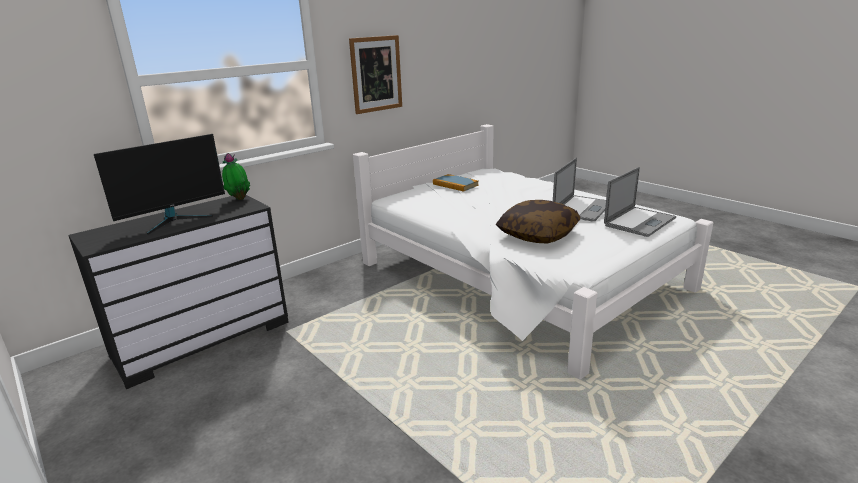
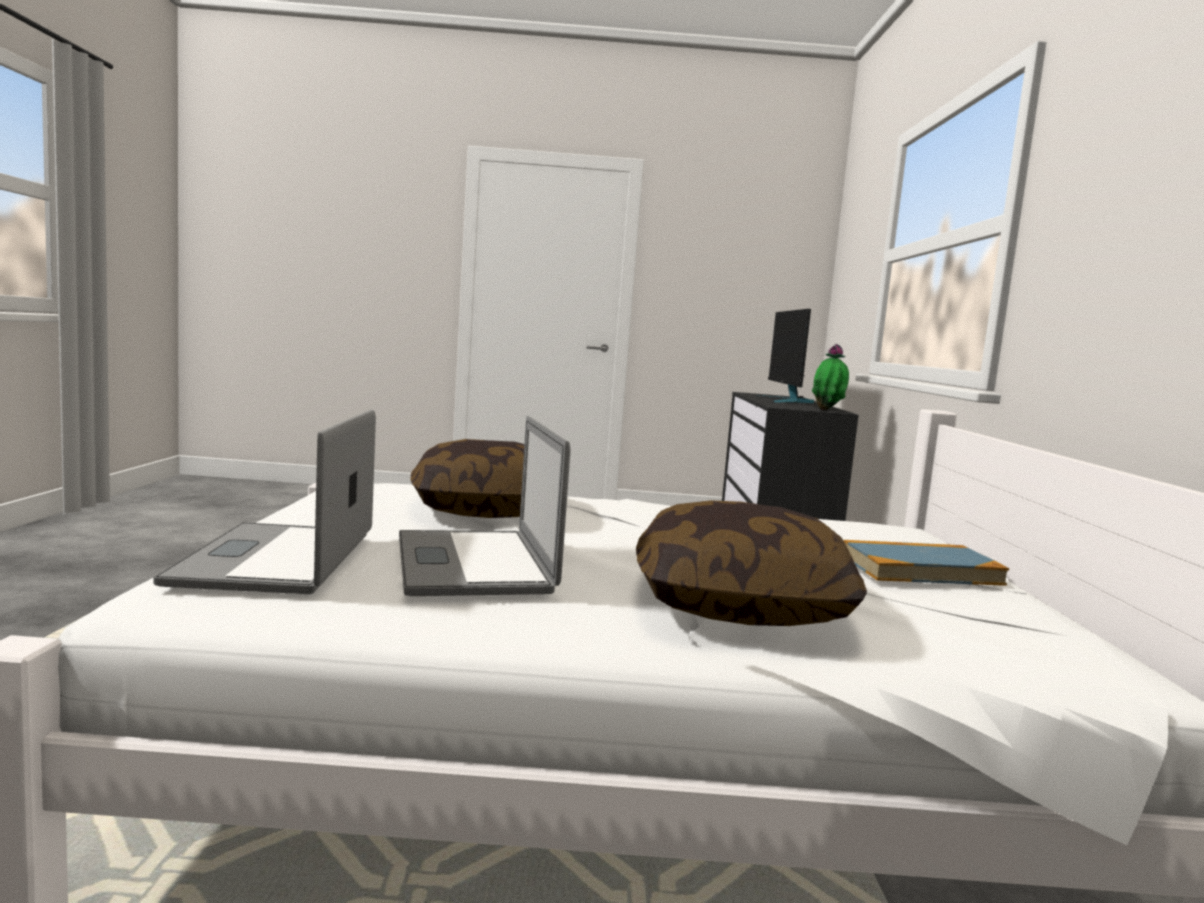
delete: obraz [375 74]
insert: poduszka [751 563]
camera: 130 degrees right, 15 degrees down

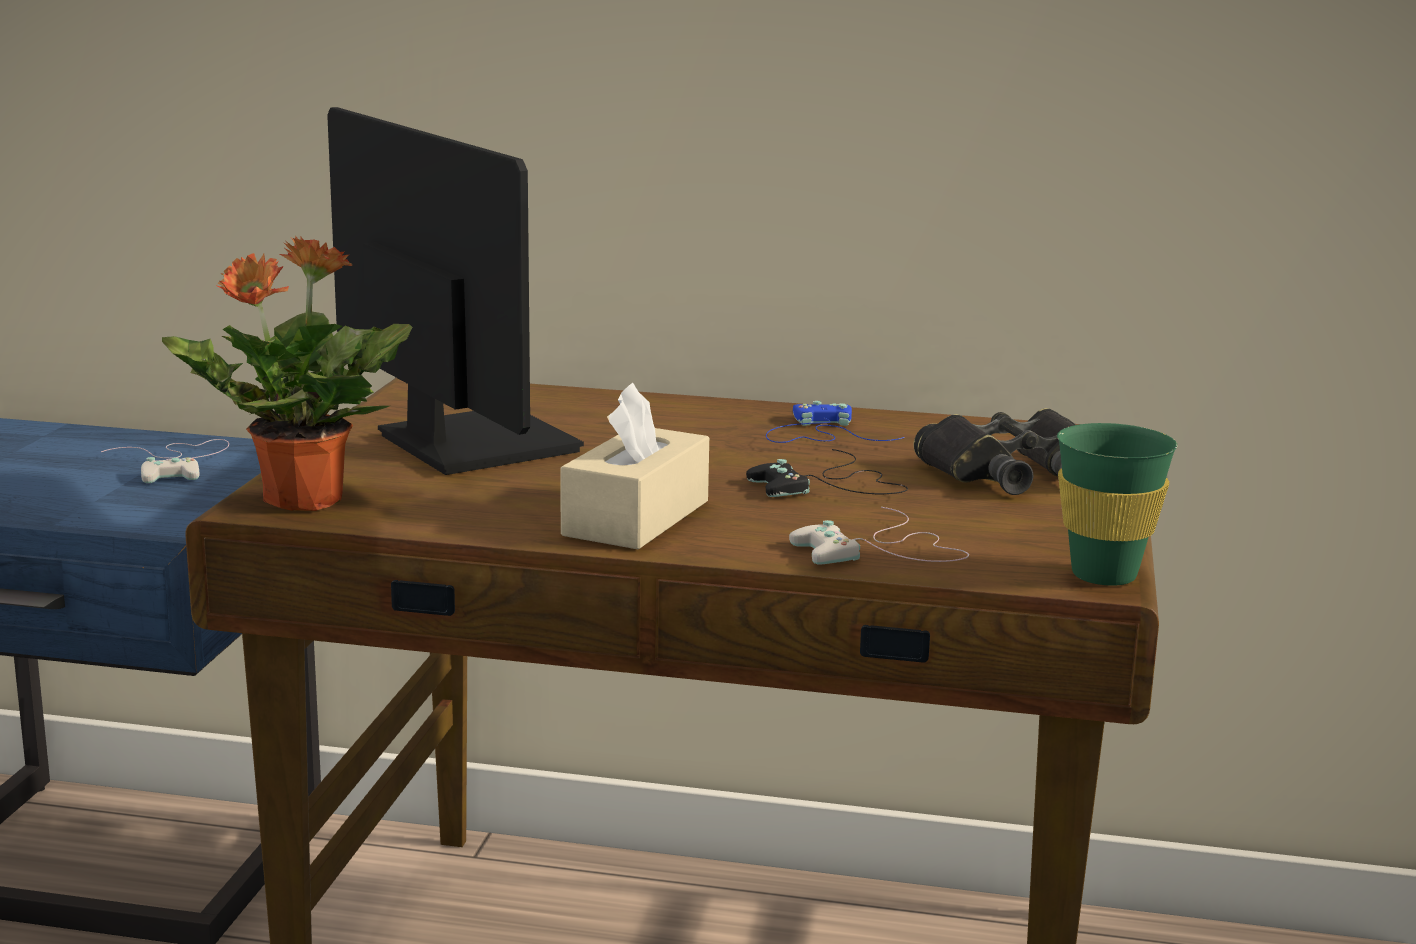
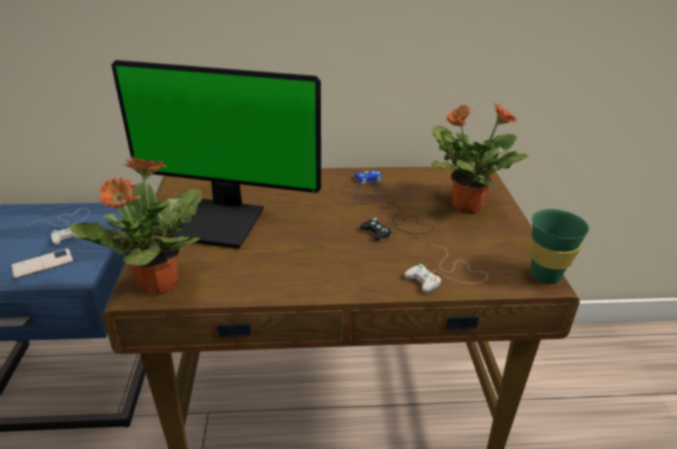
delete: pudełko chusteczek (beżowy) [634 466]
insert: telefon [42 263]
replace: lornetka (czarny) [994 451] to roślina doniczkowa [480 157]
rotate: monitor [455 291] = [216 154] 150 degrees clockwise
camera: 15 degrees left, 15 degrees up

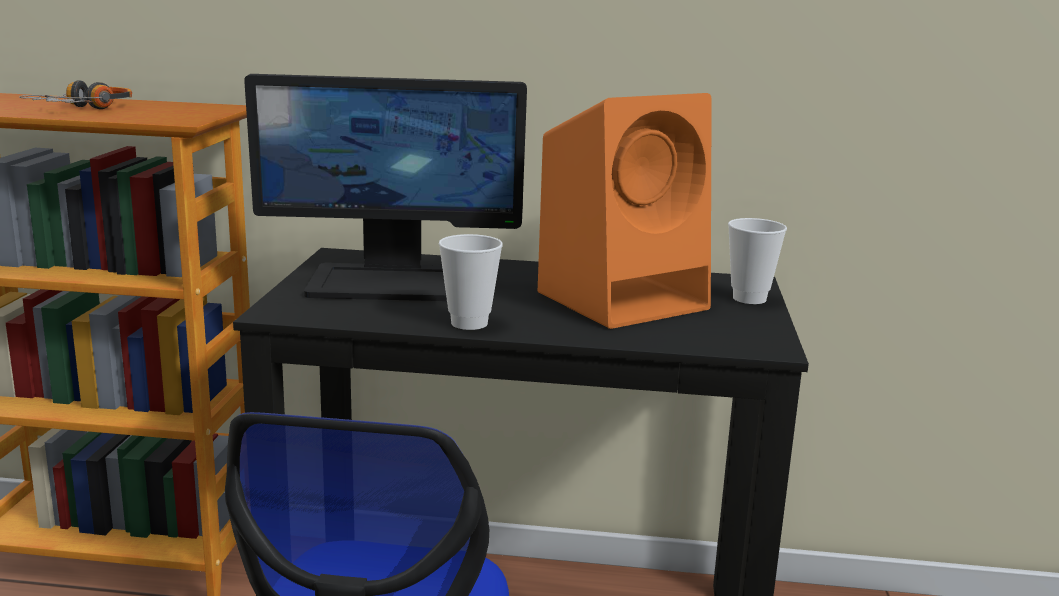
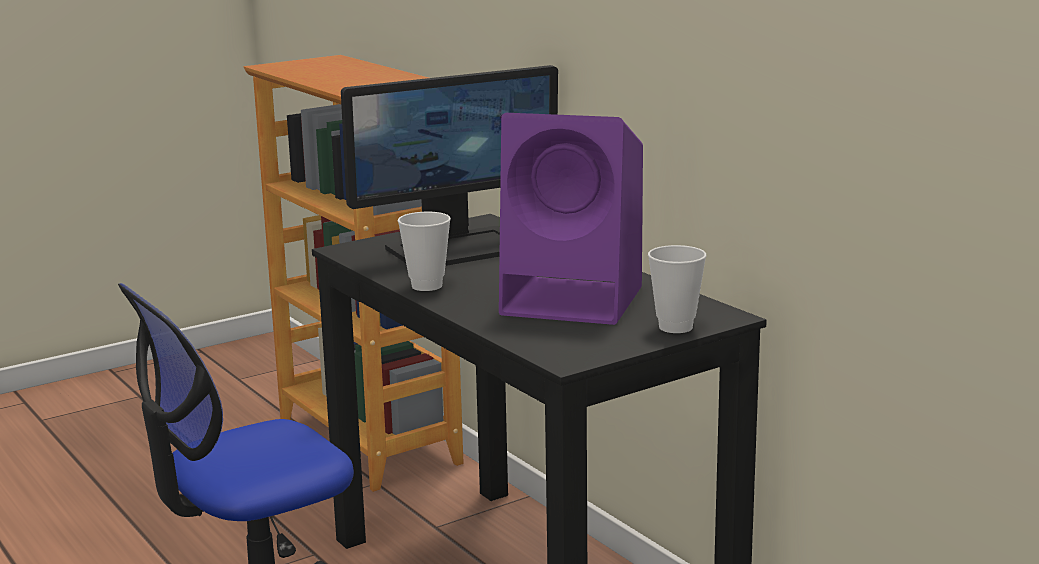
delete: słuchawki [75 94]
recolor: głośnik (pomarańczowy) [625 211] to głośnik (fioletowy) [571 219]
rotate: monitor [385 187] = [449 165] 75 degrees counterclockwise
camera: 50 degrees right, 0 degrees up

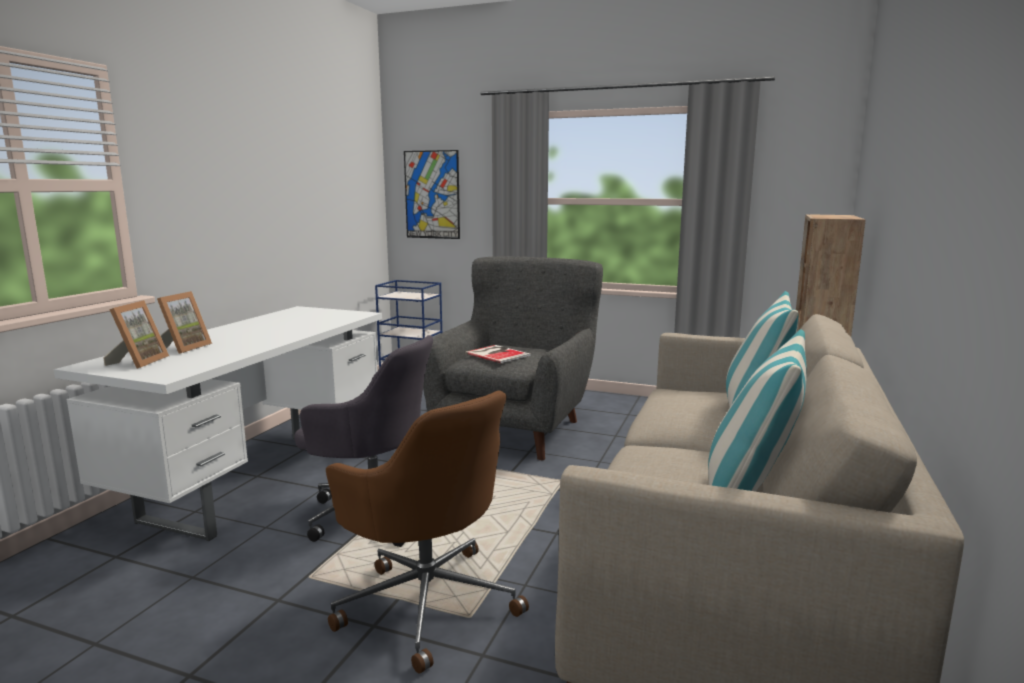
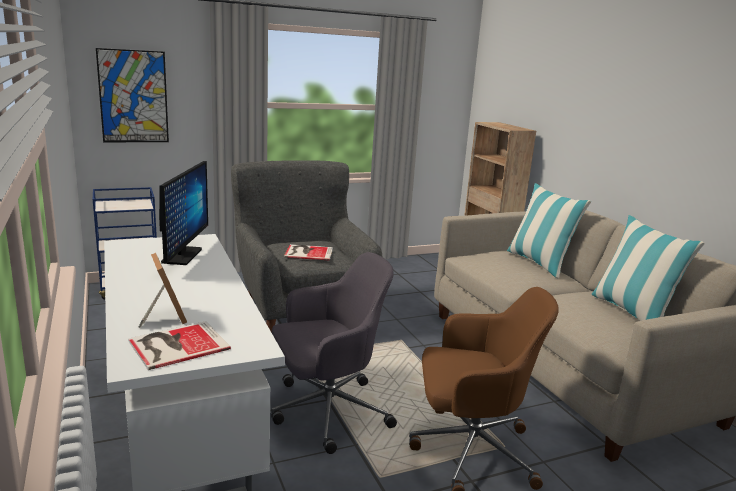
insert: monitor [183 213]
replace: ramka na zdjęcie [136 334] to książka [179 345]
camera: 45 degrees left, 5 degrees up

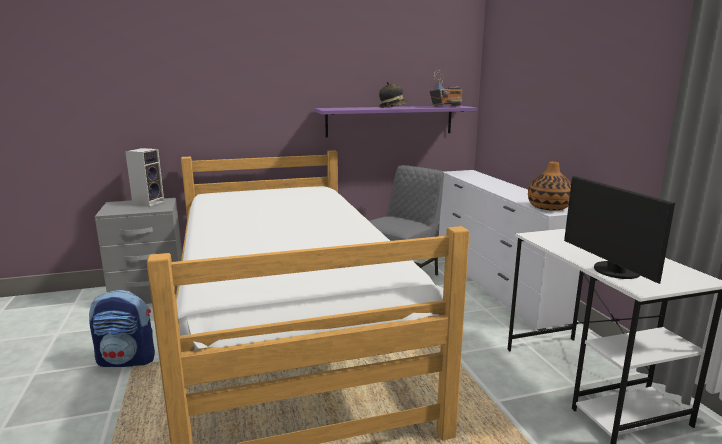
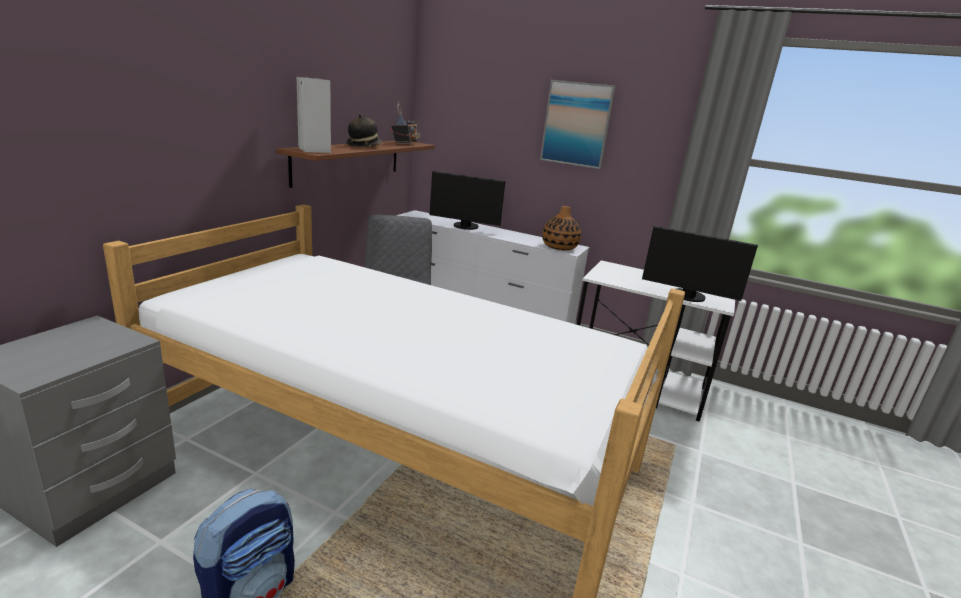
insert: monitor [467 200]; obraz [578 124]
move: głośnik [144 177] to [314 115]
recolor: półka (fioletowy) [395 121] to półka (brązowy) [356 164]
camera: 50 degrees left, 5 degrees up

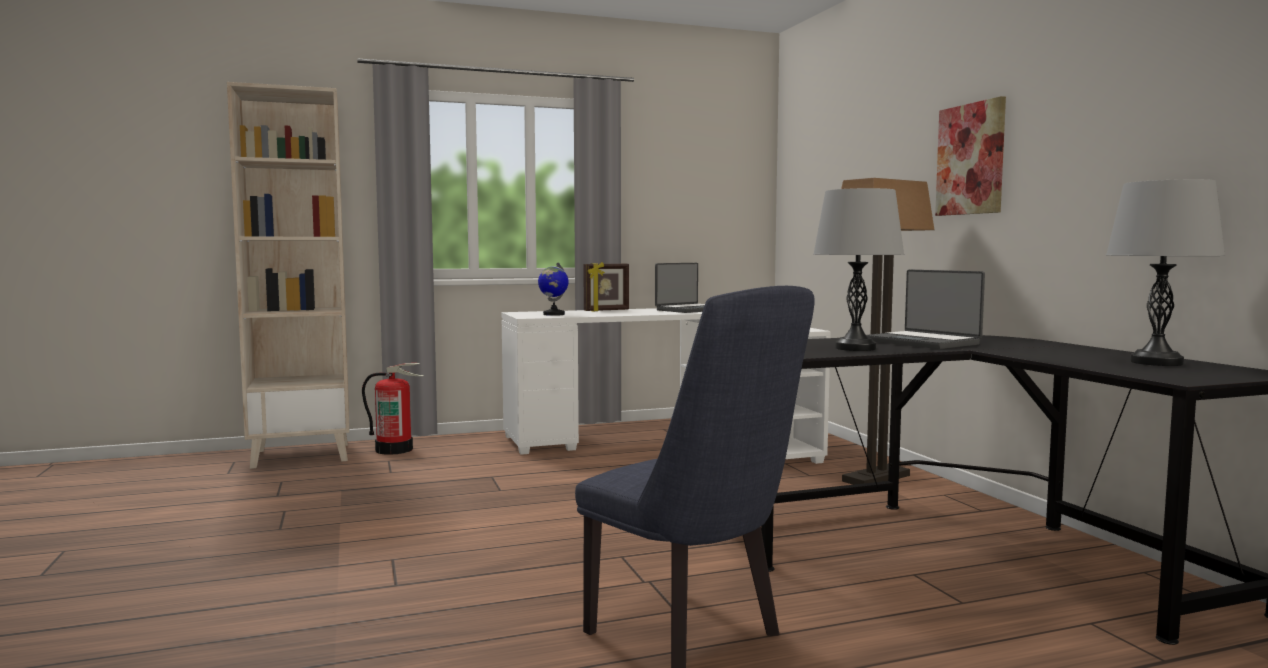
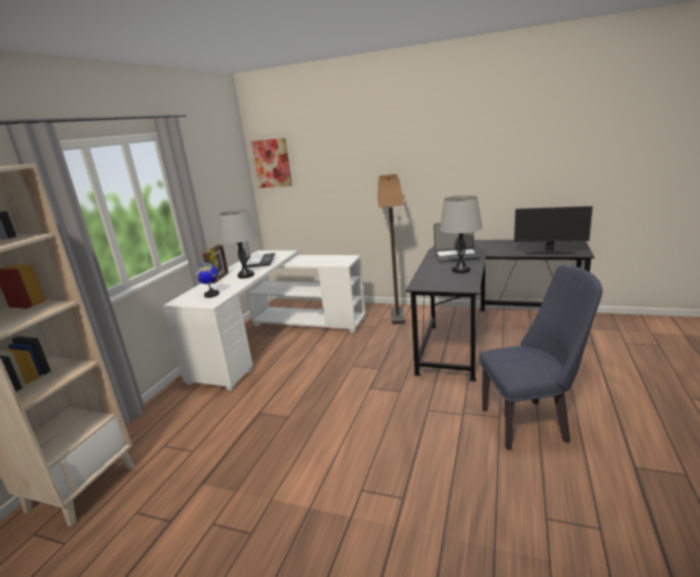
delete: gaśnica [393 409]
insert: monitor [553 230]
move: obraz [970 156] to [271 163]; lampa stołowa (szary) [1165 272] to [238 244]
camera: 50 degrees left, 15 degrees up

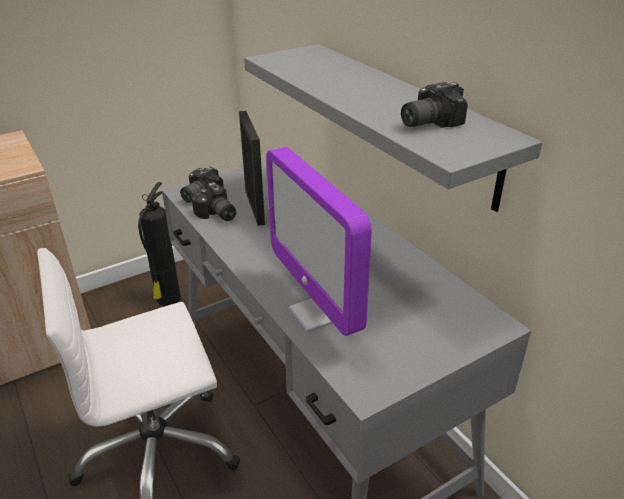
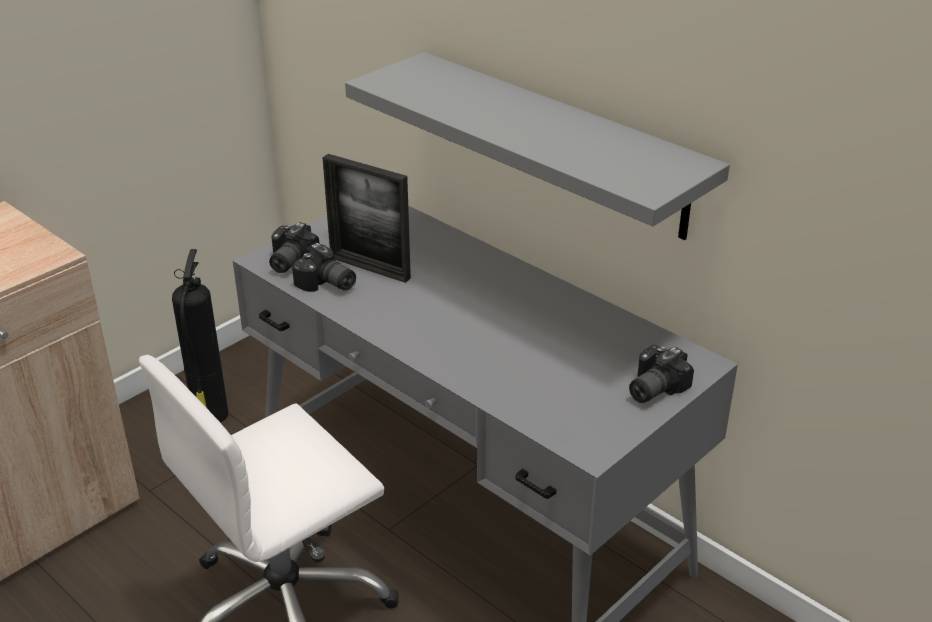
delete: monitor [319 241]
move: aparat fotograficzny [434 104] to [661 374]
rotate: ramka na zdjęcie [252 168] = [366 218] 150 degrees clockwise
camera: 15 degrees left, 0 degrees up

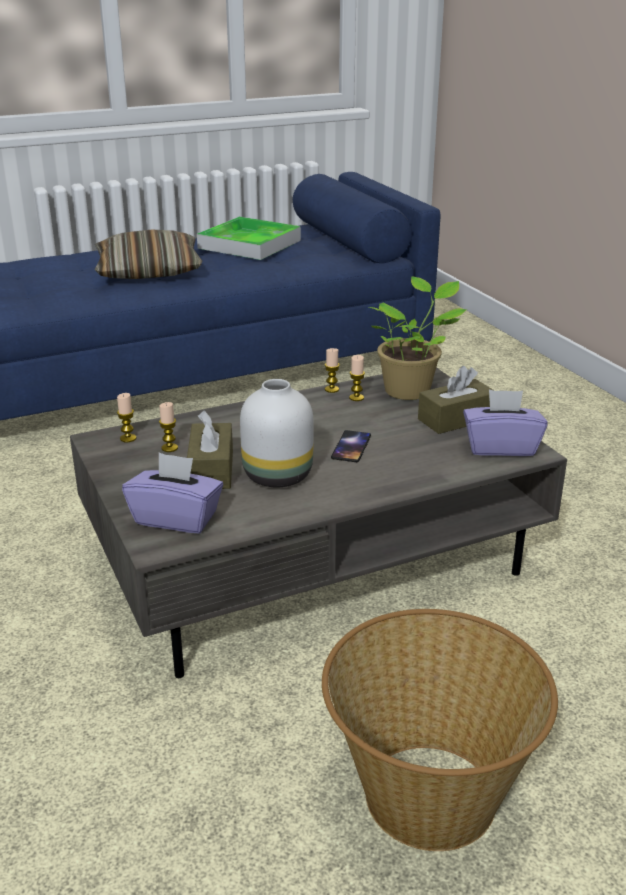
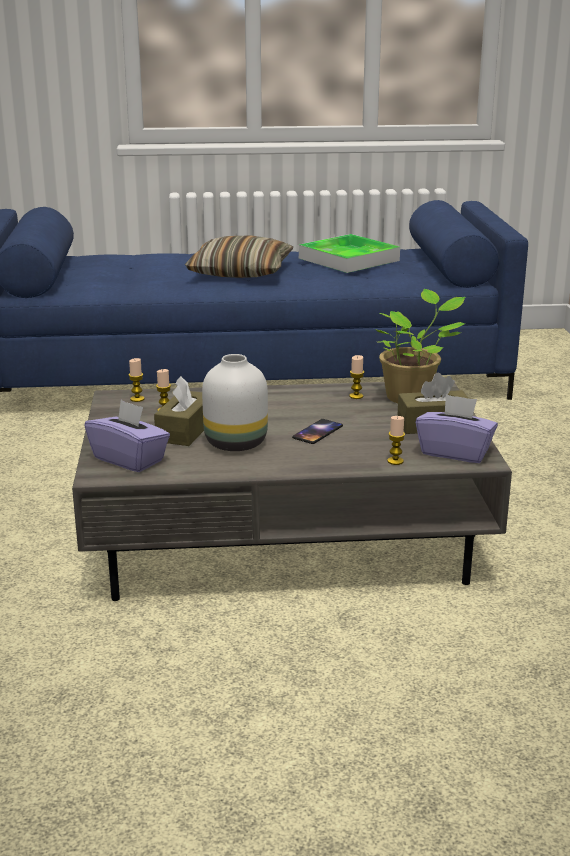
delete: koszyk [440 730]
move: świeca [332 370] to [396 440]
camera: 20 degrees right, 5 degrees down

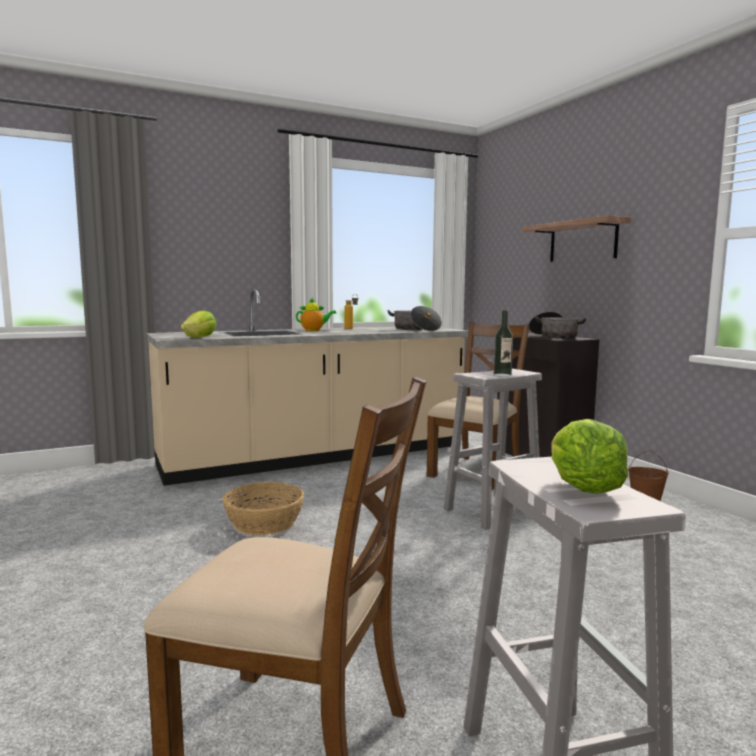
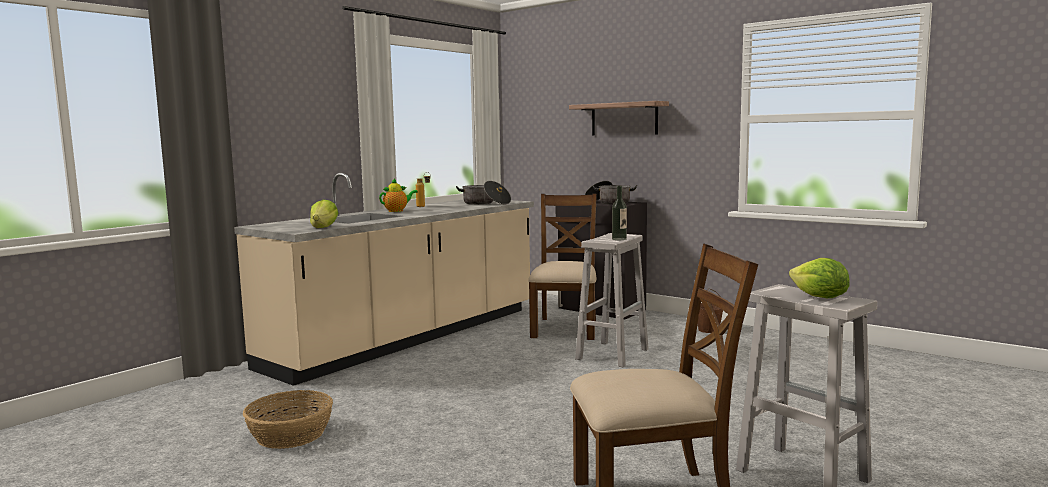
move: koszyk [263 508] to [288 419]
camera: 25 degrees left, 0 degrees up

